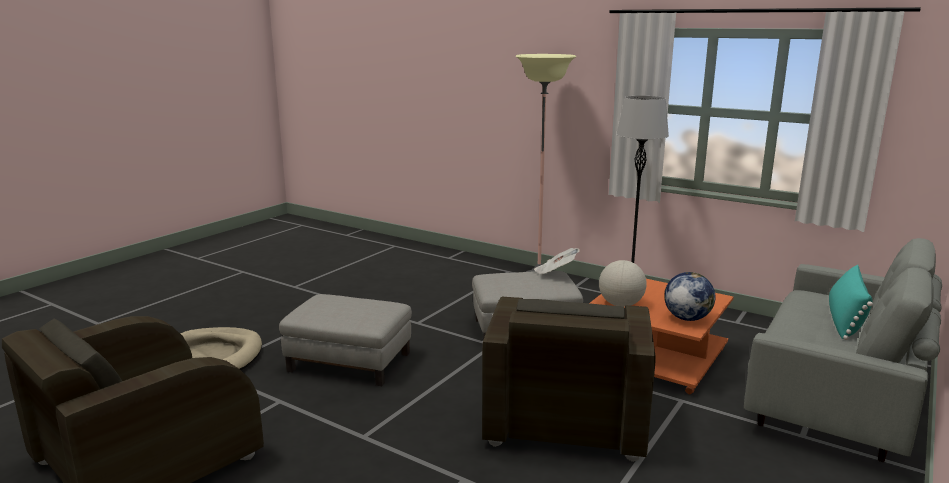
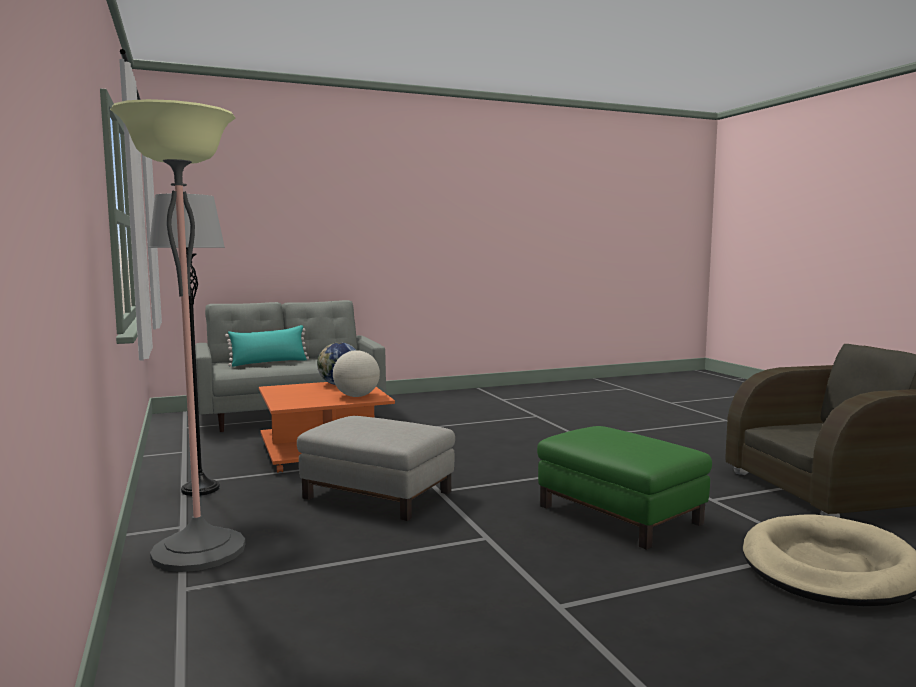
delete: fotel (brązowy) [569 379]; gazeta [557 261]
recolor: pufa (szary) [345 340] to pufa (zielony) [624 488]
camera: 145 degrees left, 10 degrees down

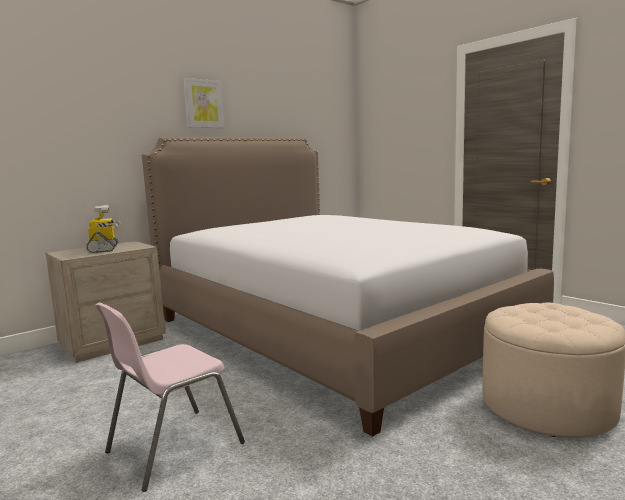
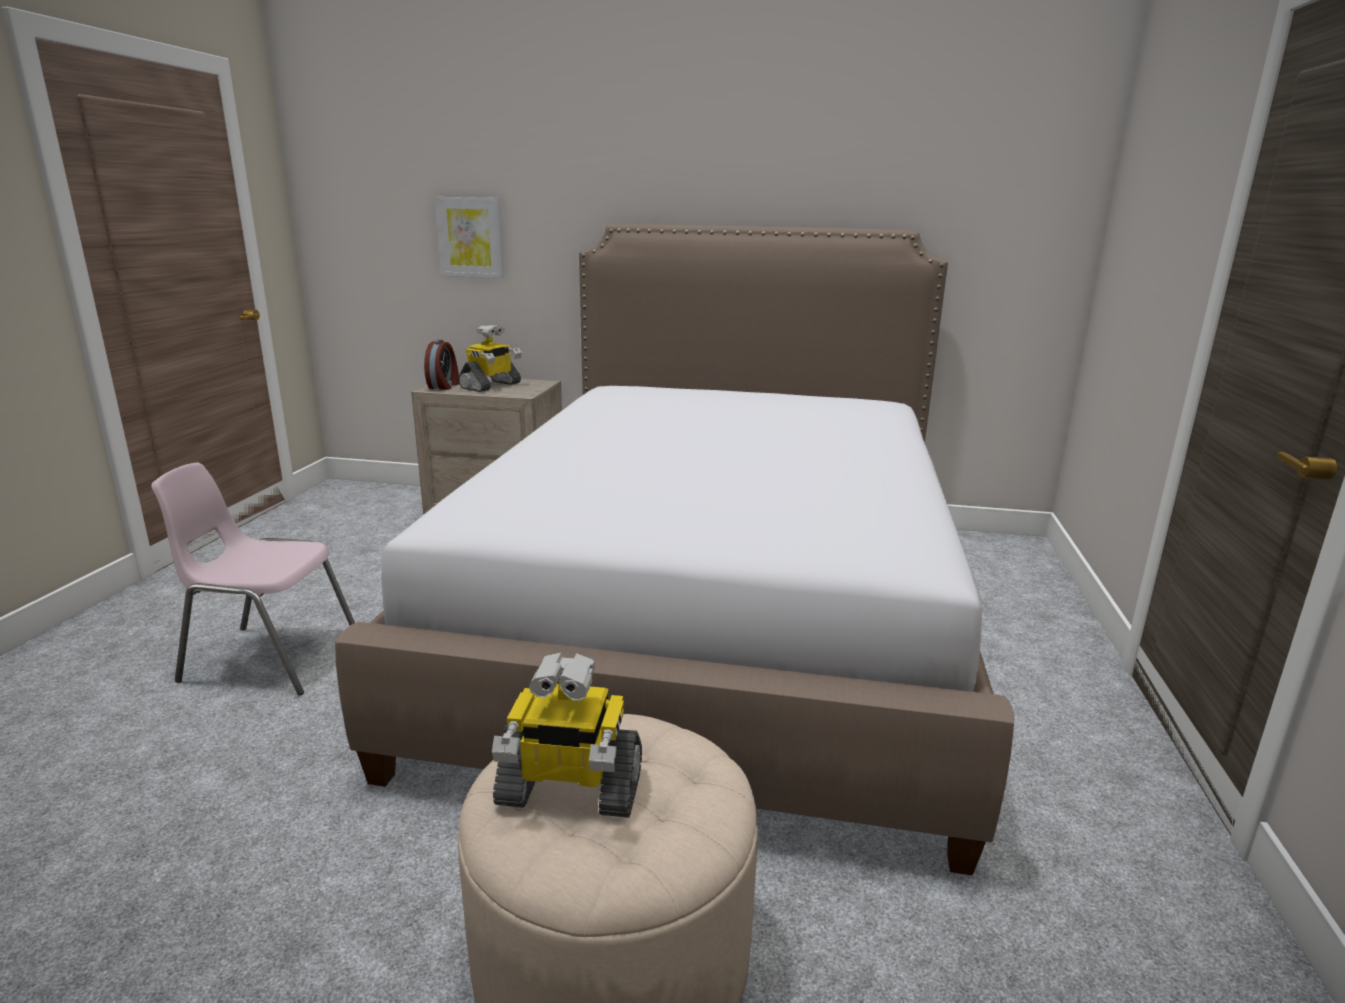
insert: budzik [441 365]; robot zabawkowy [567 735]
move: obraz [204 103] to [469 237]
camera: 50 degrees right, 10 degrees up

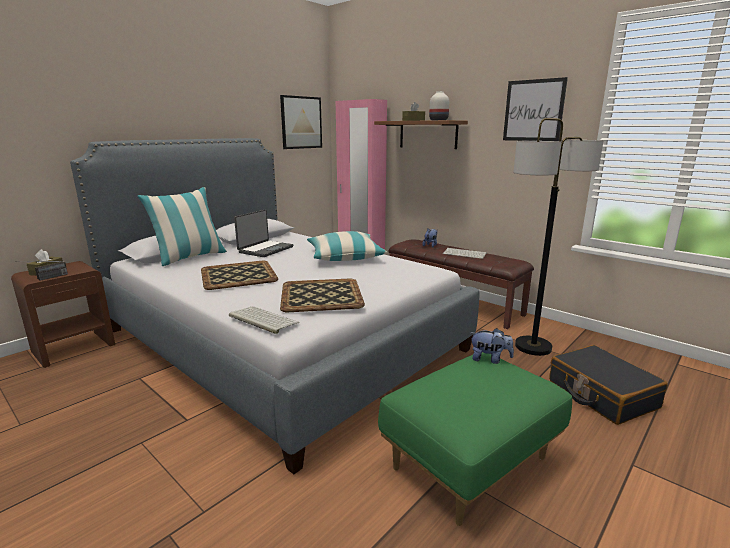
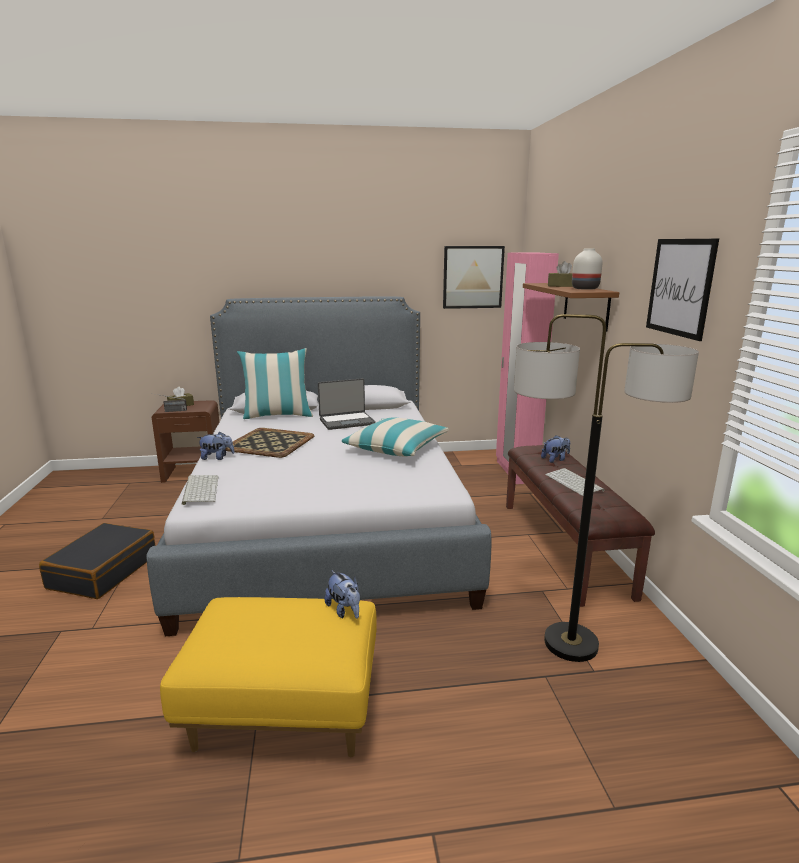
delete: taca [322 295]
insert: pluszak [216 446]
move: walizka (czarny) [608 385] to [97 561]
recolor: pufa (zielony) [475 439] to pufa (żółty) [268 677]
camera: 40 degrees right, 0 degrees up

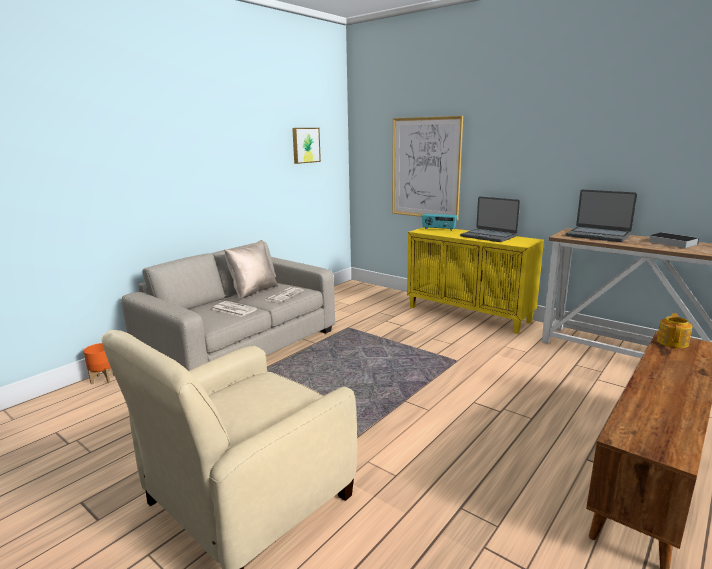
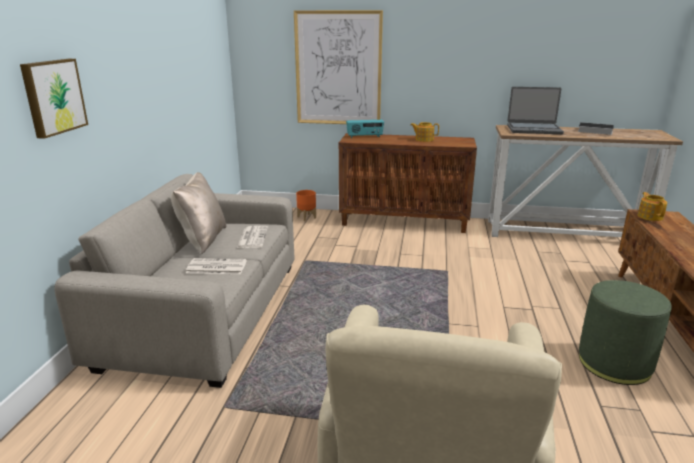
insert: pufa (zielony) [625 332]
move: donica (pomarańczowy) [98 363] to [306 205]; obraz [306 146] to [54 99]
replace: laptop [490 219] to imbryk [425 132]
recolor: szafka (żółty) [475 280] to szafka (brązowy) [408 183]
camera: 30 degrees left, 5 degrees up

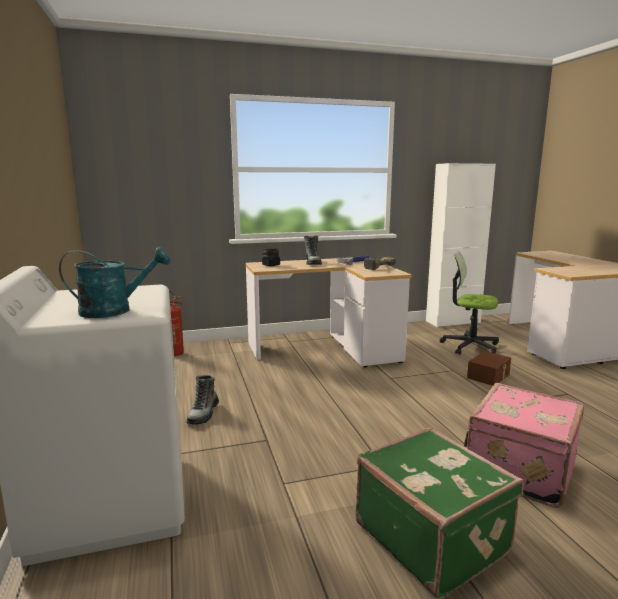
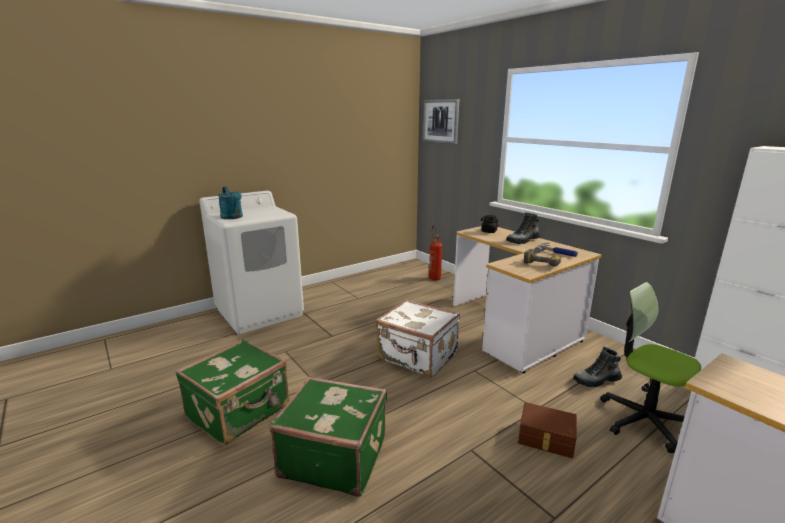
insert: walizka (biały) [418 338]; obraz [440 121]
move: but z cholewką [202 399] to [597 367]
recolor: walizka (różowy) [524 445] to walizka (zielony) [328 436]
rotate: krzesło biurowe [469 303] = [650 367] 45 degrees counterclockwise
camera: 70 degrees right, 5 degrees up

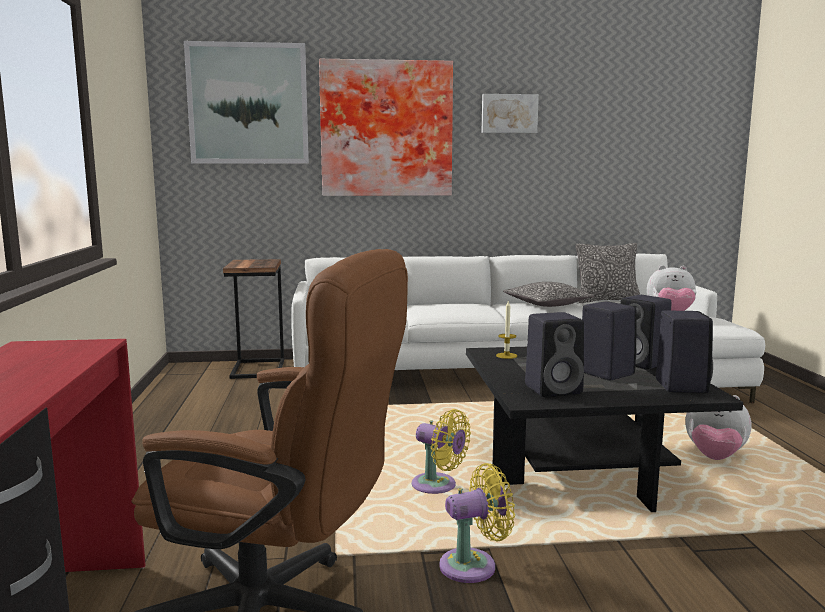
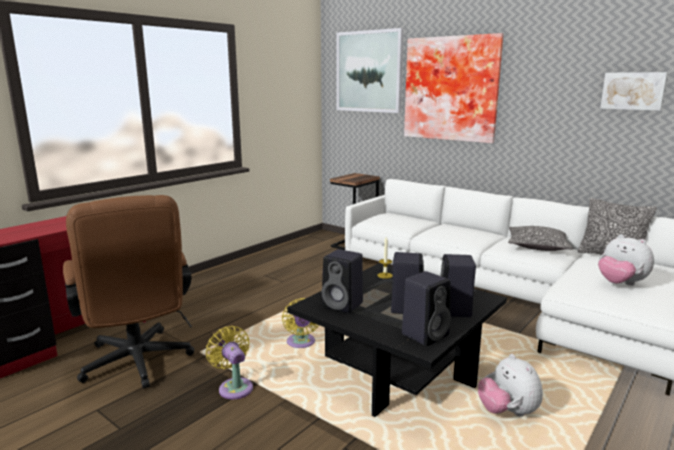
move: obraz [510 113] to [634 91]
rotate: wentylator (żółty) [477 523] = [229 362] 150 degrees counterclockwise
camera: 45 degrees right, 5 degrees up

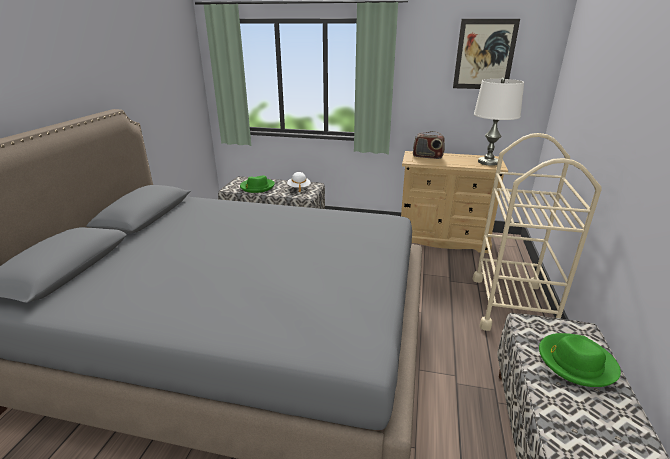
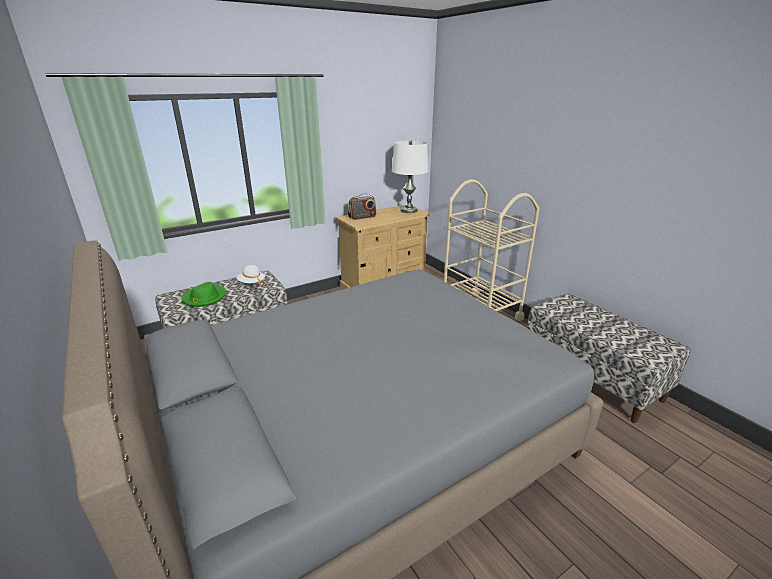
delete: obraz [486 54]; kapelusz (zielony) [580 360]
camera: 45 degrees left, 0 degrees up

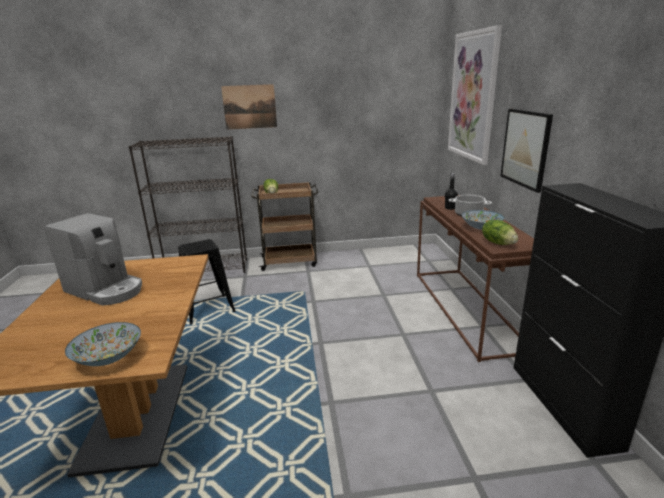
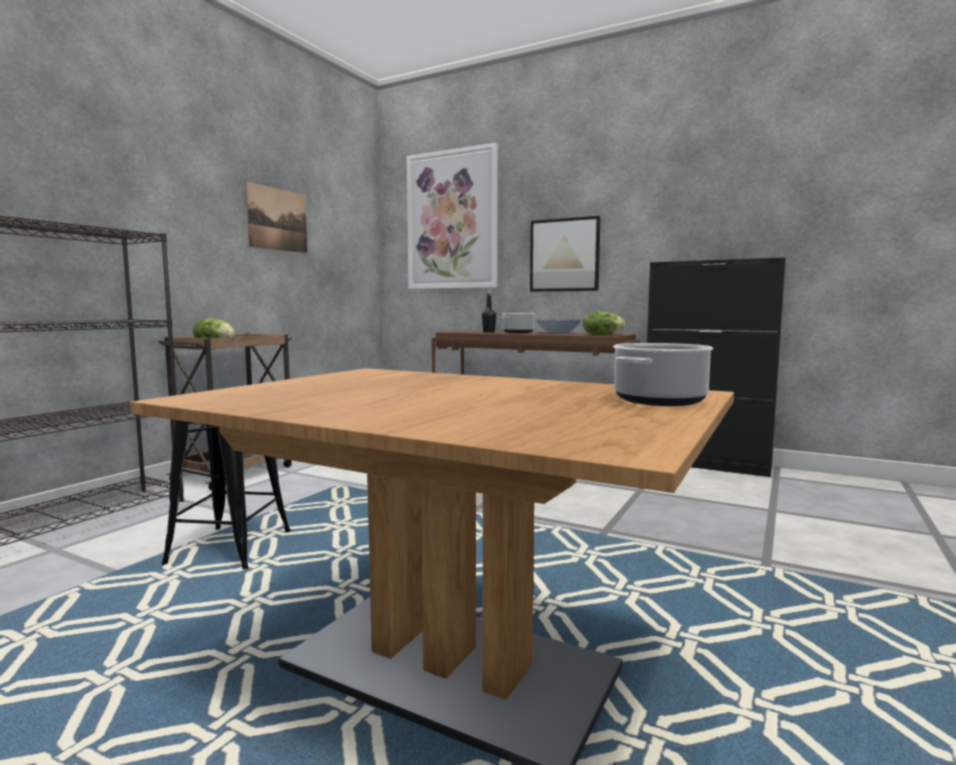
delete: ekspres do kawy [93 259]
move: obraz [249 107] to [276 217]
replace: miska [103 344] to garnek [663 374]
camera: 55 degrees left, 15 degrees down

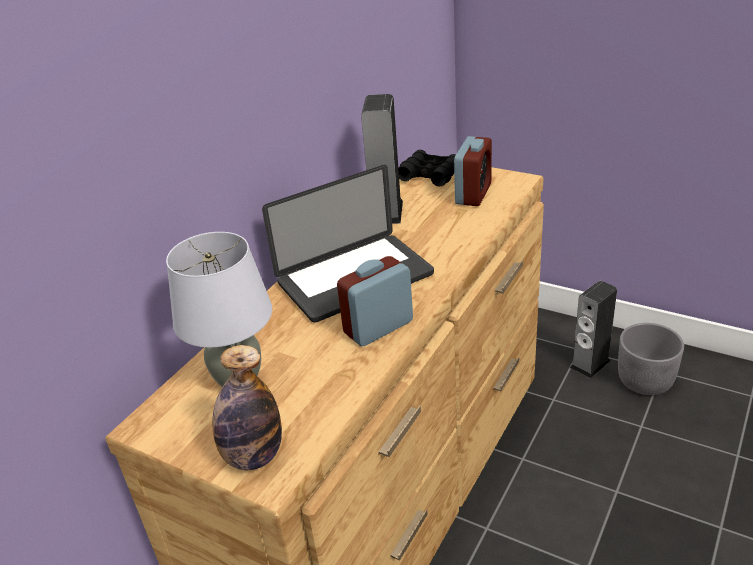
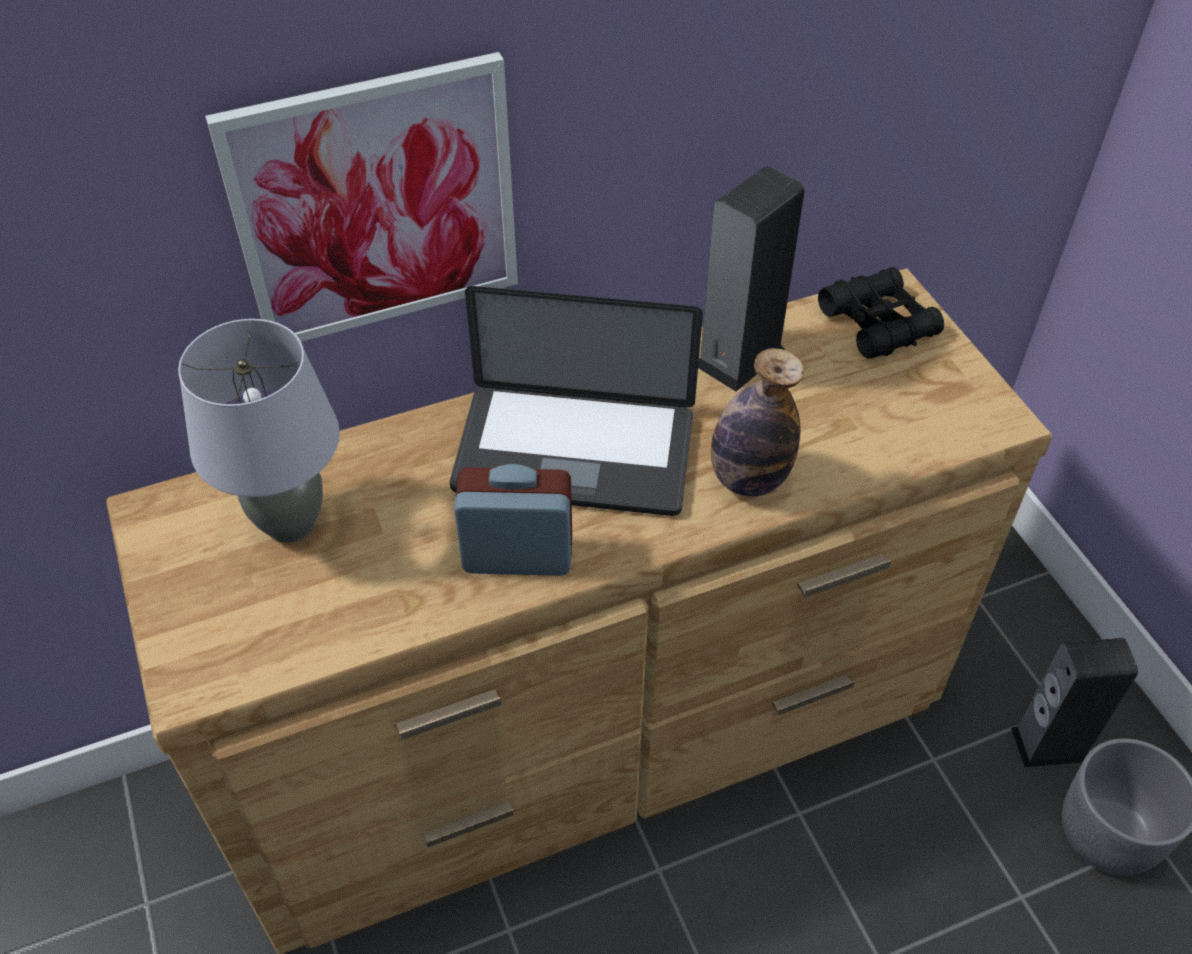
delete: budzik [473 171]
insert: obraz [361 197]
move: butelka [247 408] to [757 422]
camera: 35 degrees right, 15 degrees up

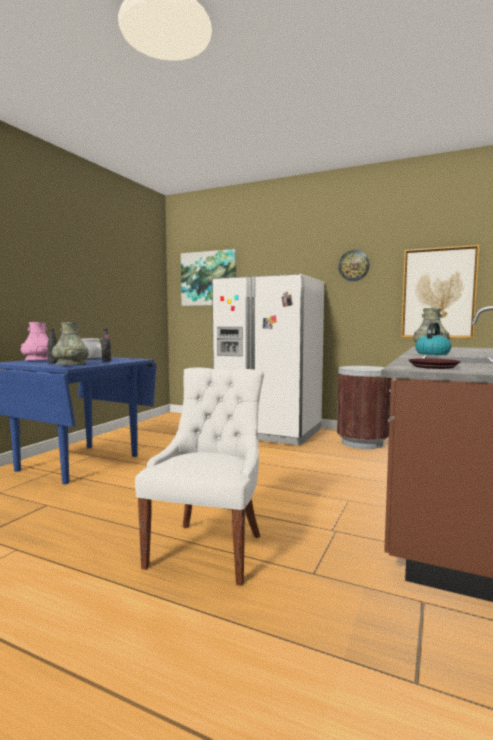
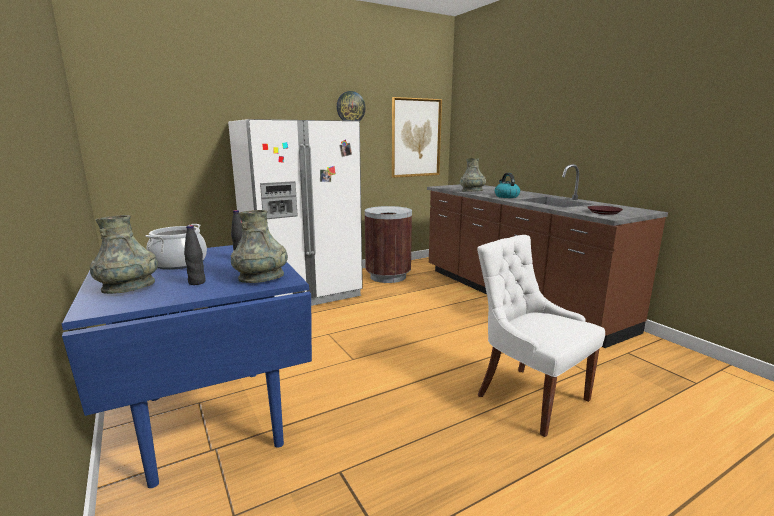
delete: obraz [208 277]
recolor: wazon (różowy) [35 341] to wazon (szary) [124 254]
camera: 55 degrees left, 10 degrees up

